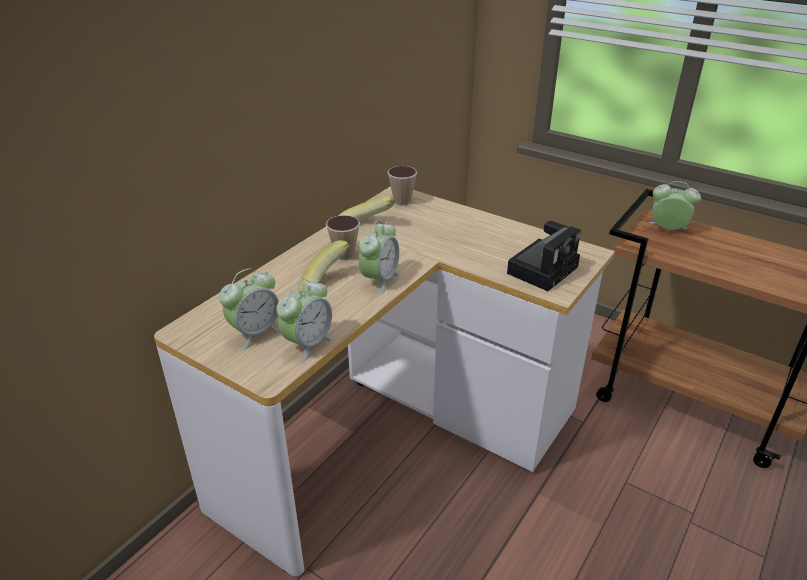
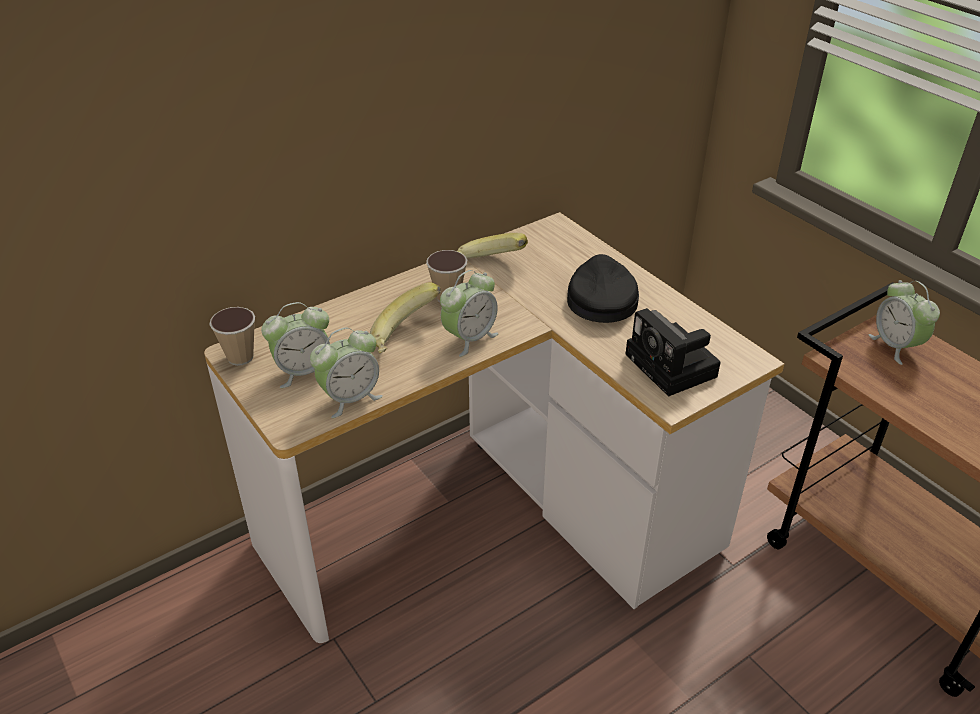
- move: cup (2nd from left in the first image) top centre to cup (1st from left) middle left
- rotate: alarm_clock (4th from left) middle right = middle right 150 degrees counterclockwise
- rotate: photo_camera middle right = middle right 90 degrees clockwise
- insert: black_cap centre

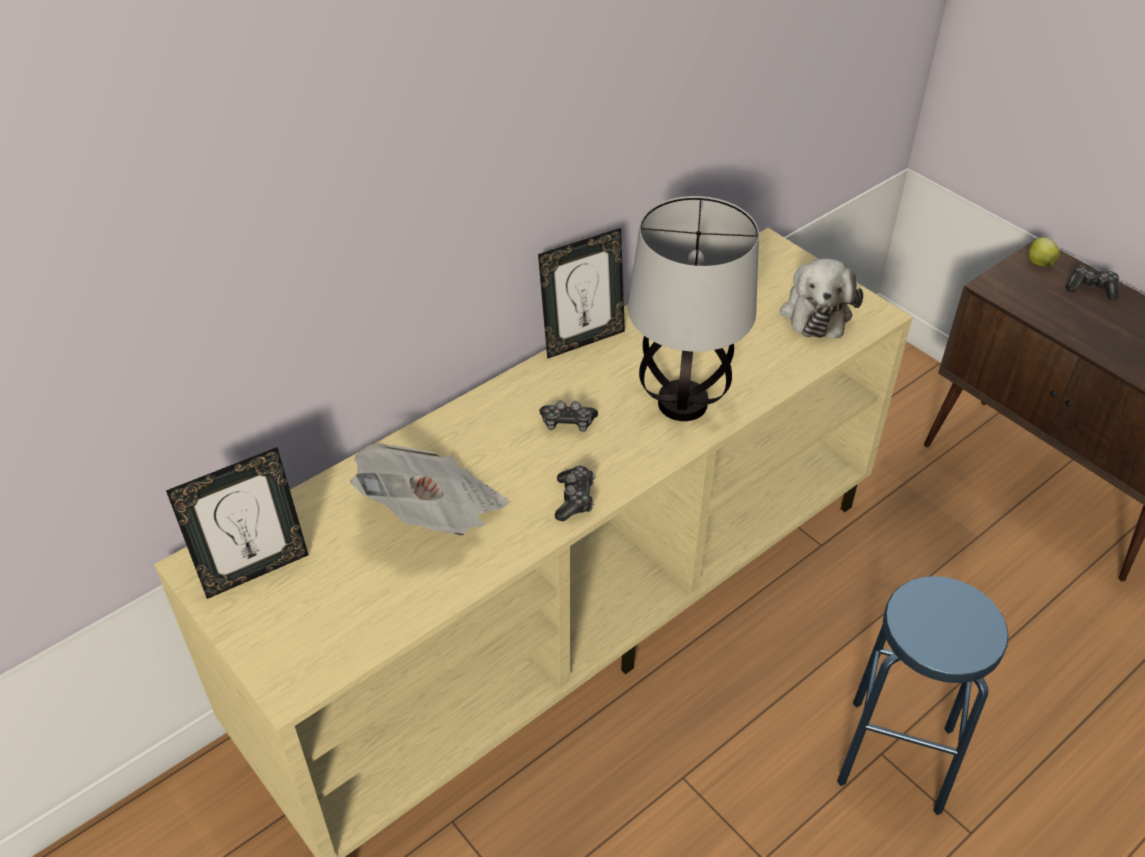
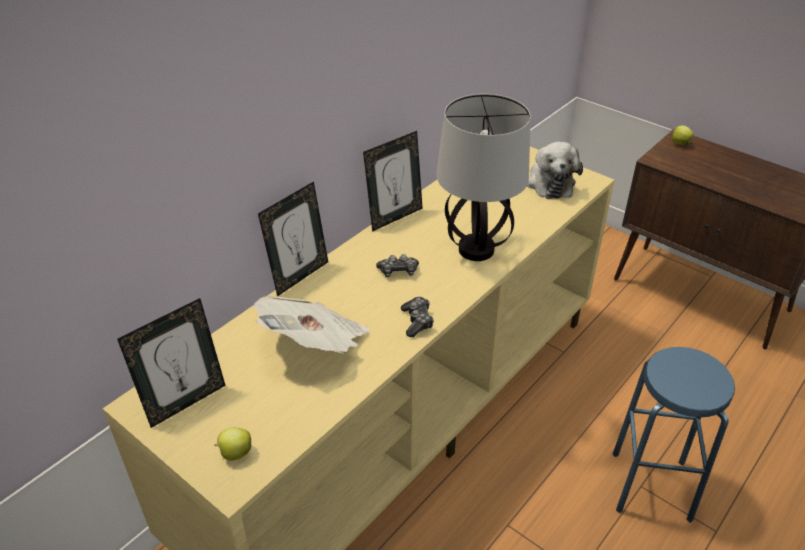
- delete: game_controller (3rd from left) top right
- insert: picture_frame (2nd from left) centre
- insert: apple (1st from left) bottom left

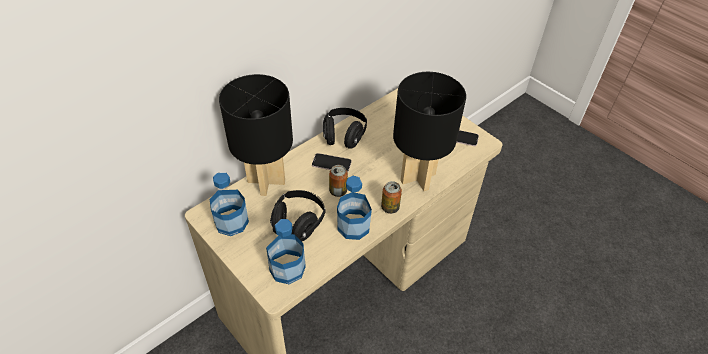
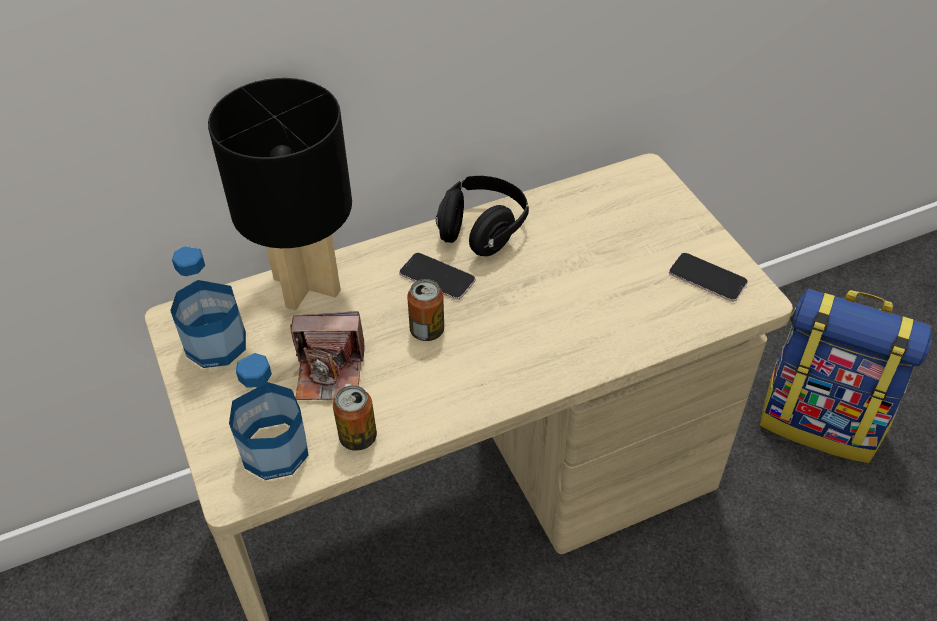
- delete: black_table_lamp (2nd from left) centre
- delete: bottle (3rd from left) centre
- move: can (2nd from left in the first image) centre to can (1st from left) bottom centre
- replace: black_headphones (1st from left) centre to photo_camera centre
- insert: backpack middle right

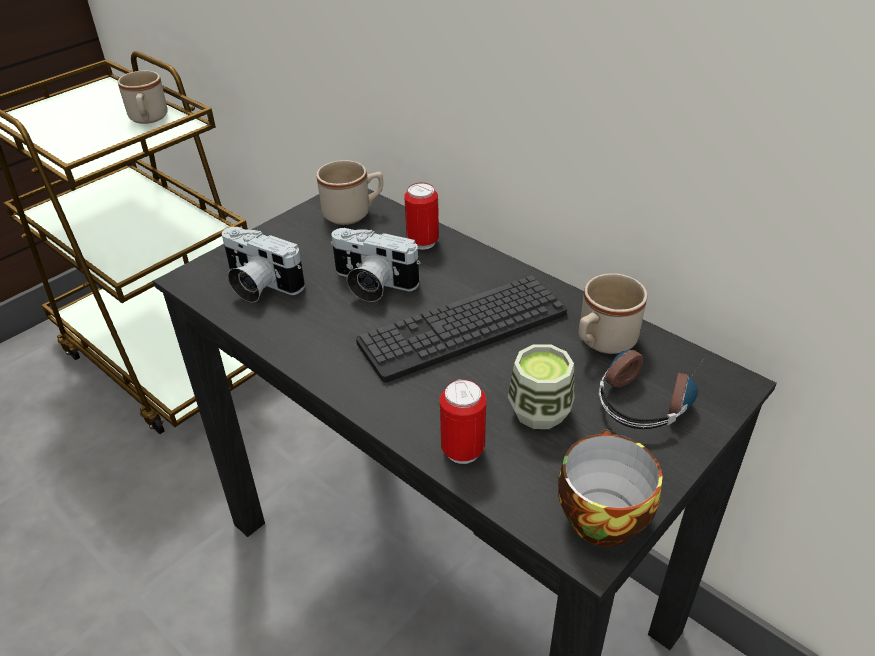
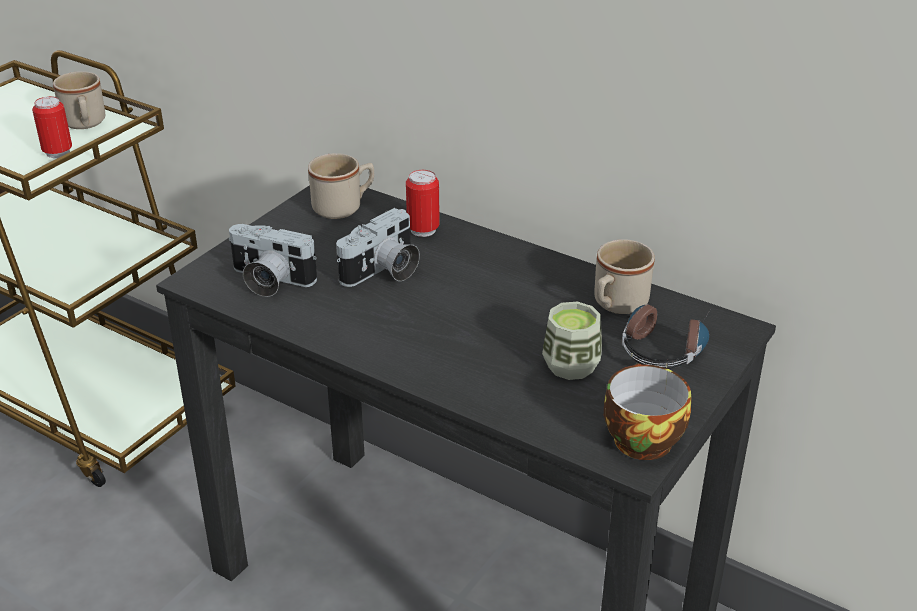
- rotate: photo_camera (2nd from left) centre = centre 60 degrees counterclockwise
- delete: keyboard centre
- move: can (2nd from left in the first image) centre to can (1st from left) top left

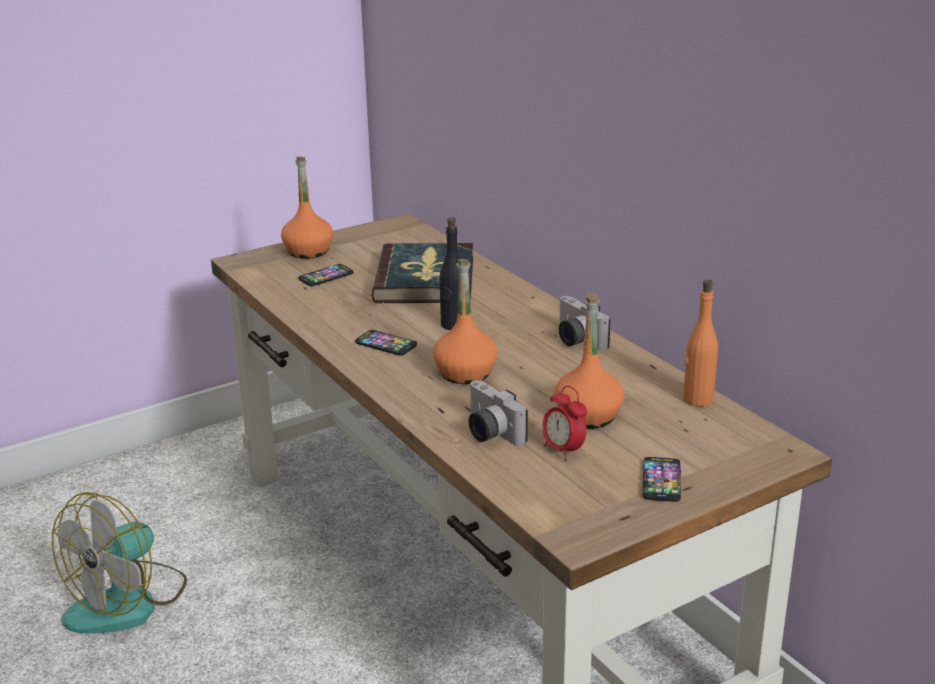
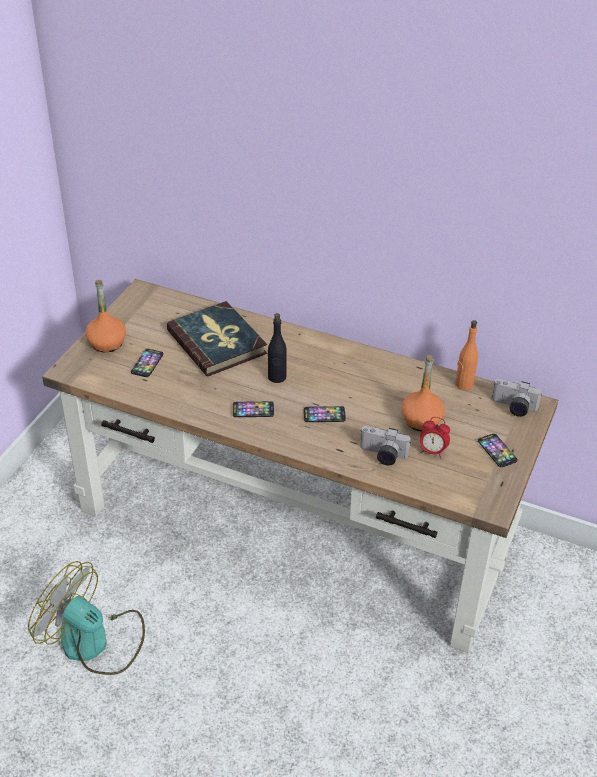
- replace: orange_bottle (2nd from left) centre to phone (3rd from left) centre
- move: photo_camera (2nd from left) centre to middle right
- rotate: fan bottom left = bottom left 120 degrees clockwise

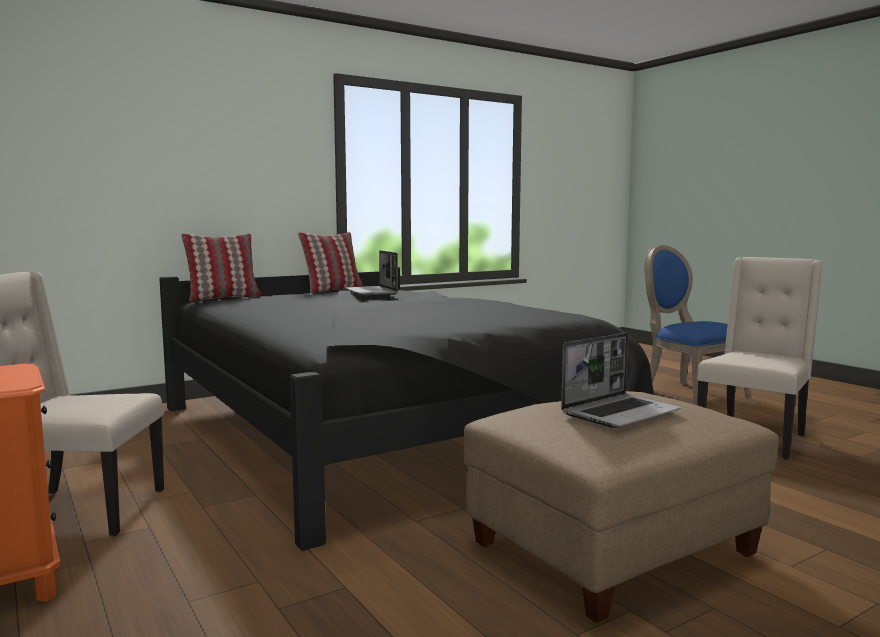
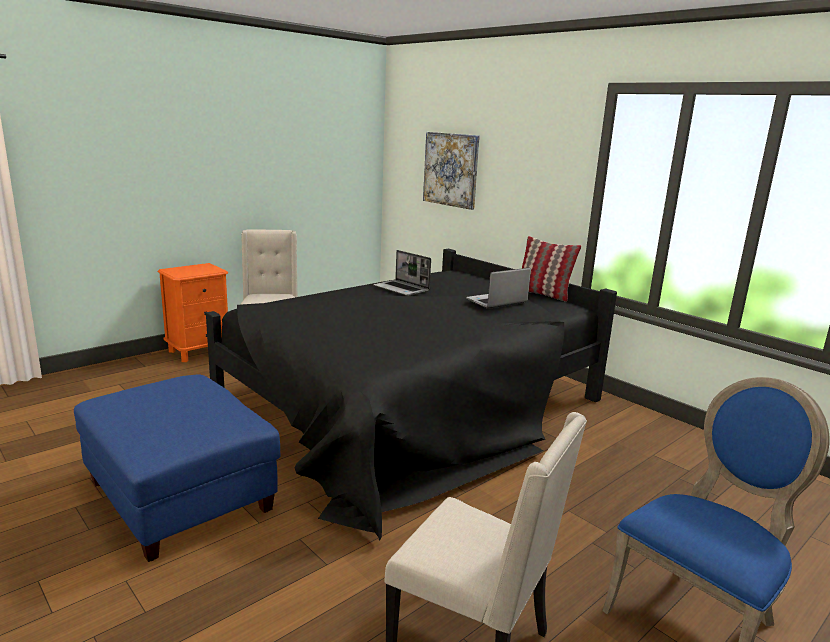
- delete: pillow (1st from left) middle left
- move: laptop (2nd from left in the first image) middle right to laptop (1st from left) centre
- recolor: beige_ottoman bottom right to blue_ottoman bottom left
- insert: picture top centre

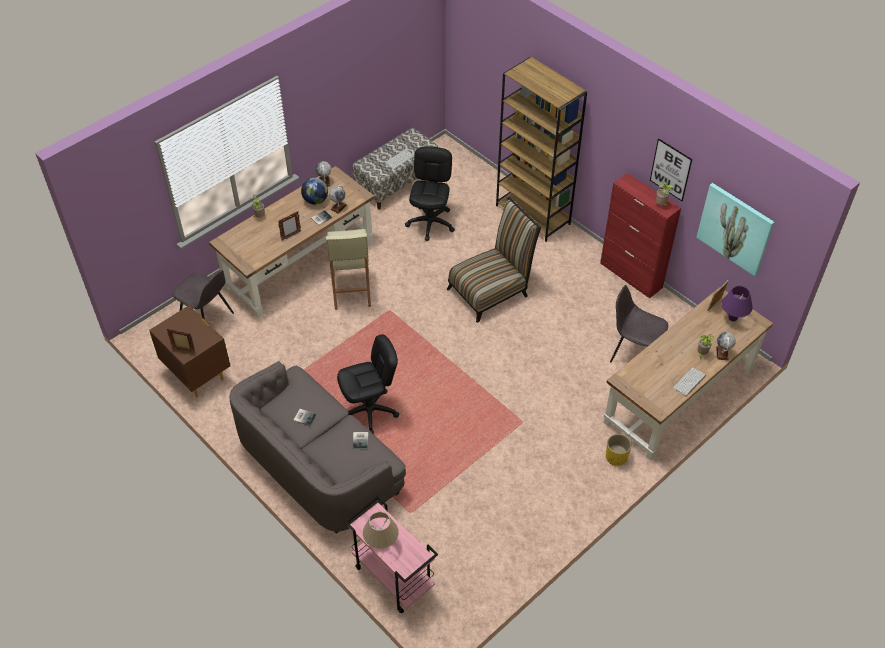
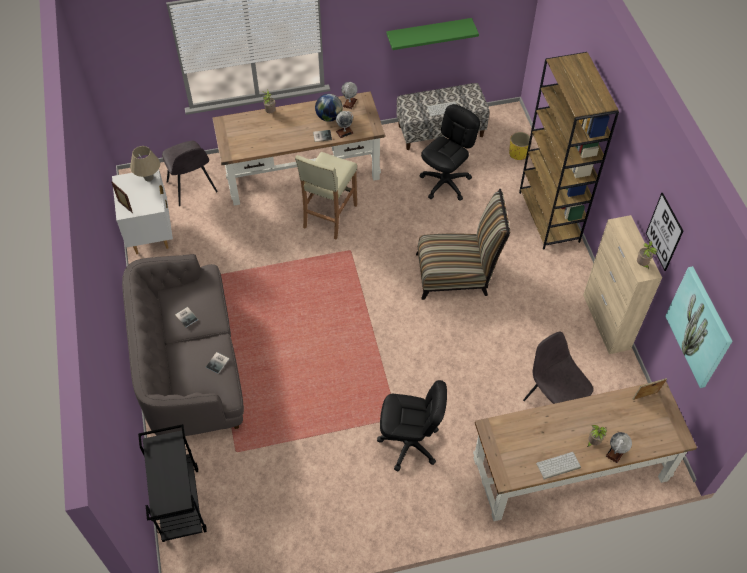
- recolor: red_cabinet middle right to beige_cabinet middle right
- delete: picture_frame (2nd from left) middle left
- delete: purple_table_lamp middle right
- recolor: brown_nightstand middle left to white_nightstand middle left
- move: black_office_chair (1st from left) centre to bottom centre
- move: yellow_planter bottom right to top right
- recolor: pink_cart bottom centre to black_cart bottom left
- move: beige_table_lamp bottom centre to top left
- insert: green_shelf top centre

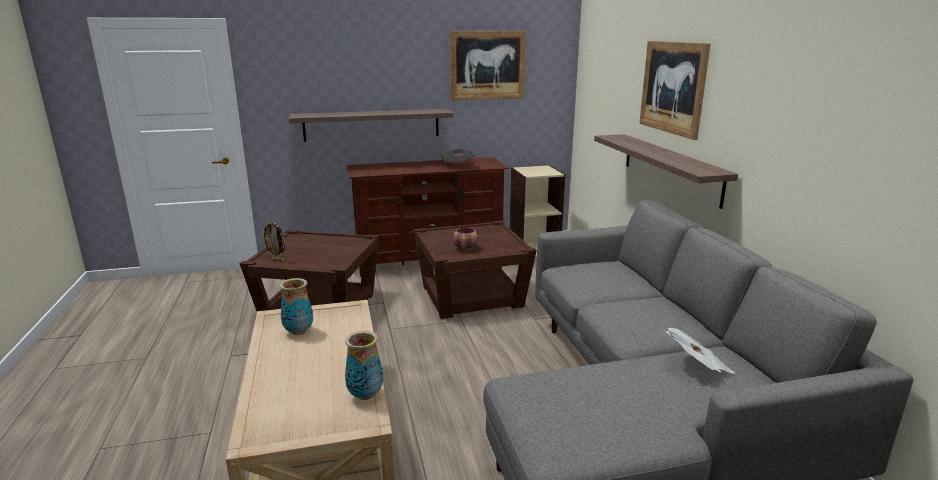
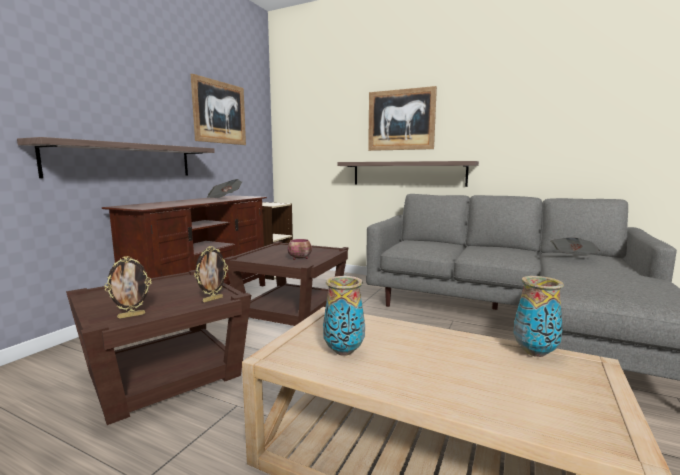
- insert: picture_frame (2nd from left) middle left

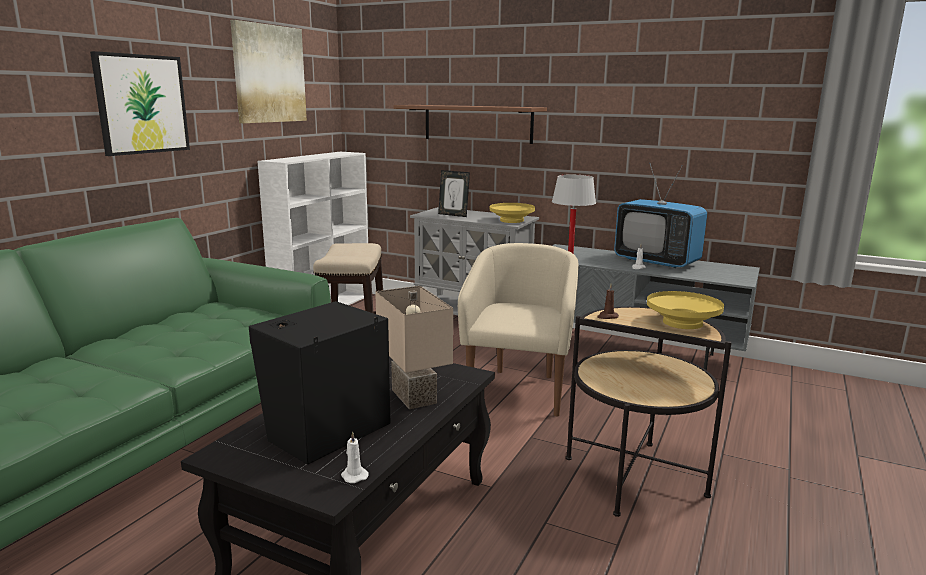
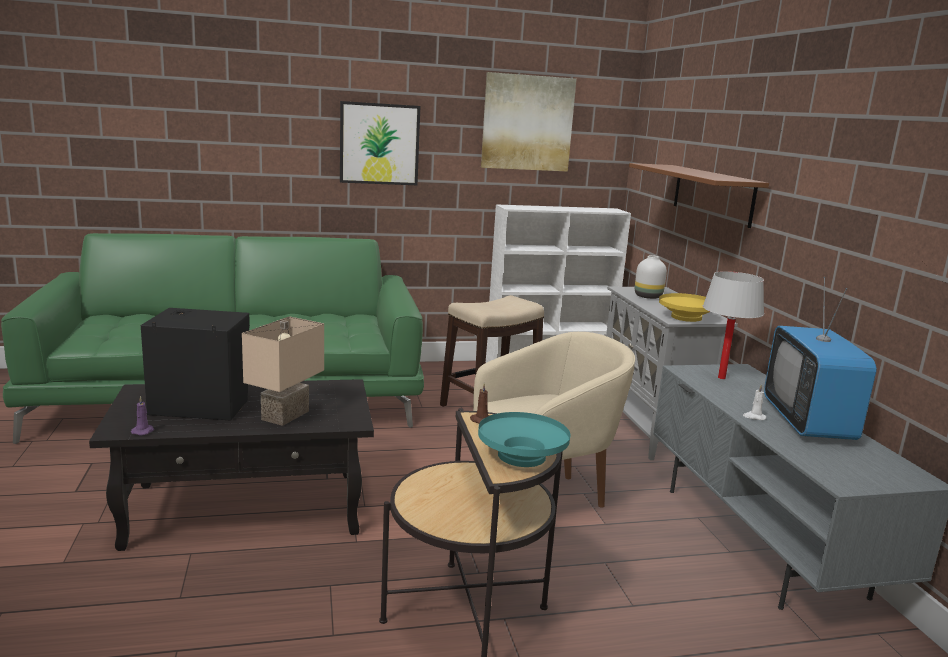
- replace: picture_frame centre to white_vase middle right
- recolor: yellow_bowl (2nd from left) middle right to turquoise_bowl bottom centre
- recolor: white_candle (1st from left) bottom centre to purple_candle middle left

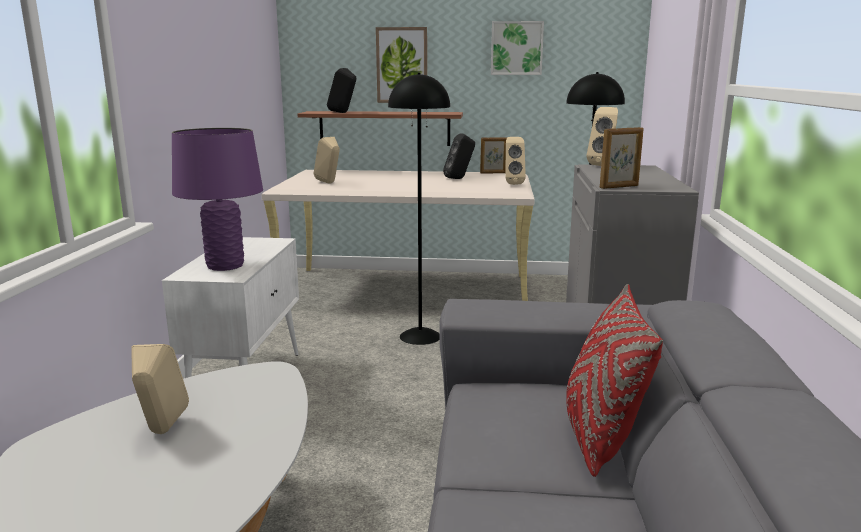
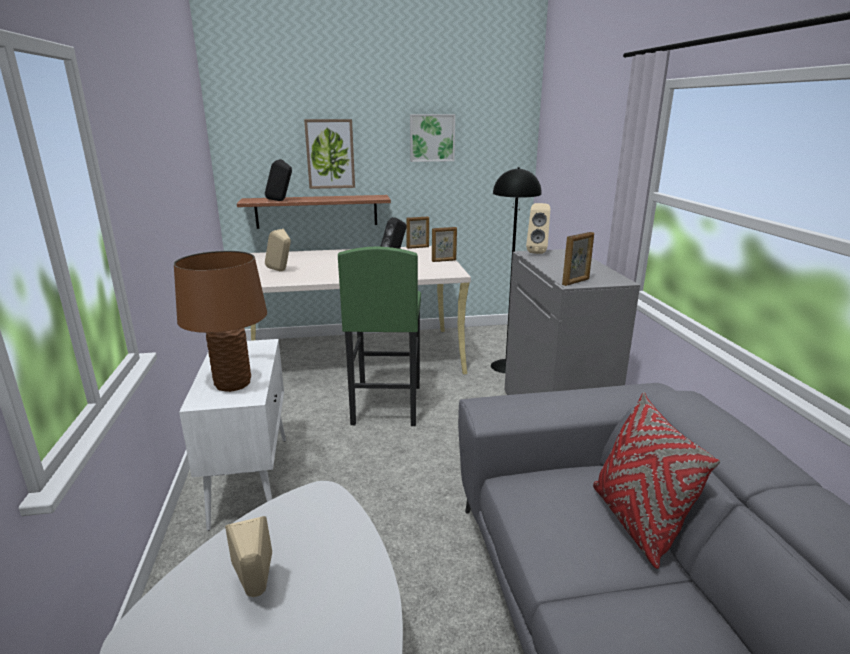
- replace: black_floor_lamp (1st from left) centre to green_stool centre
- recolor: purple_table_lamp middle left to brown_table_lamp middle left
- replace: beige_speaker (3rd from left) top centre to picture_frame (2nd from left) centre

